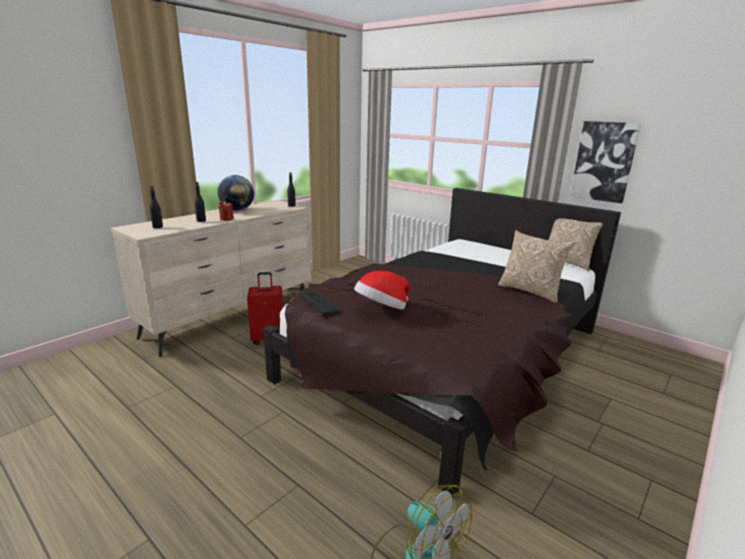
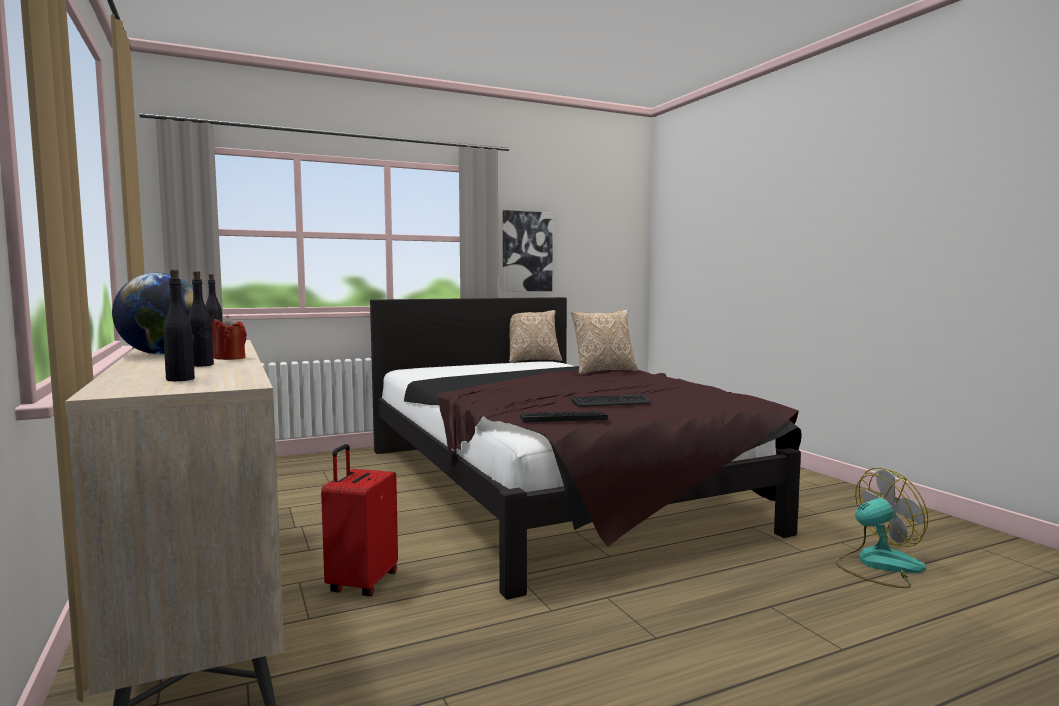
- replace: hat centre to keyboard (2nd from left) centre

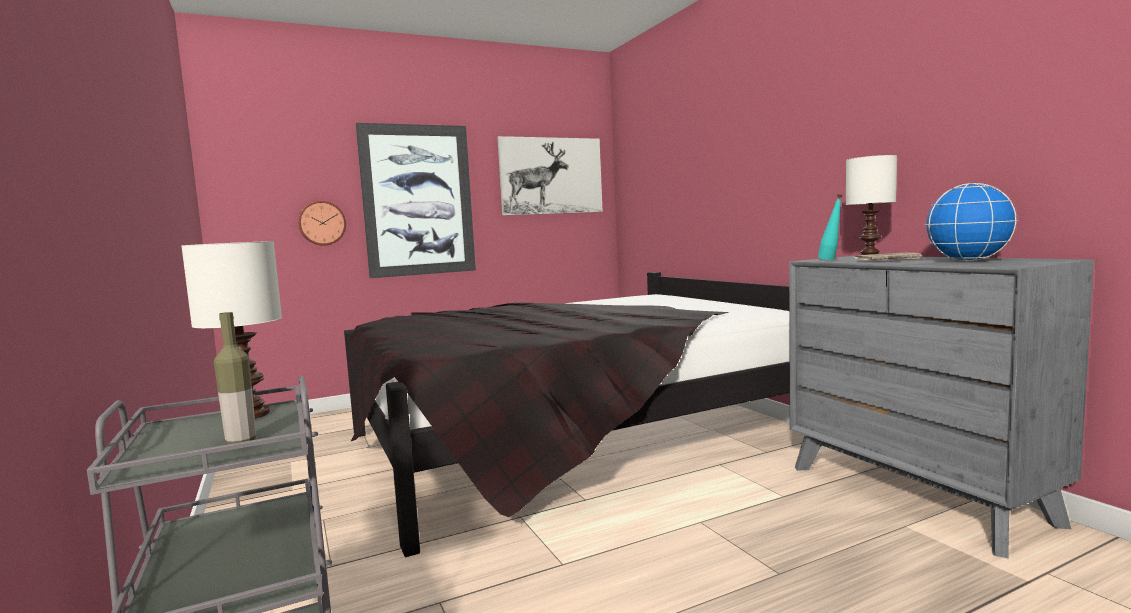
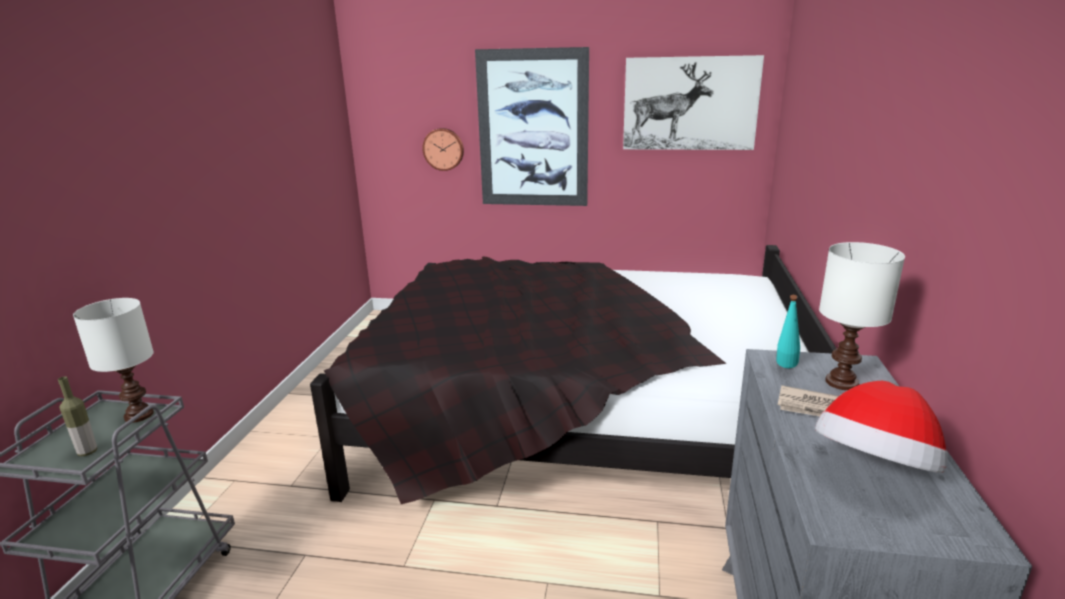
- replace: globe middle right to hat bottom right

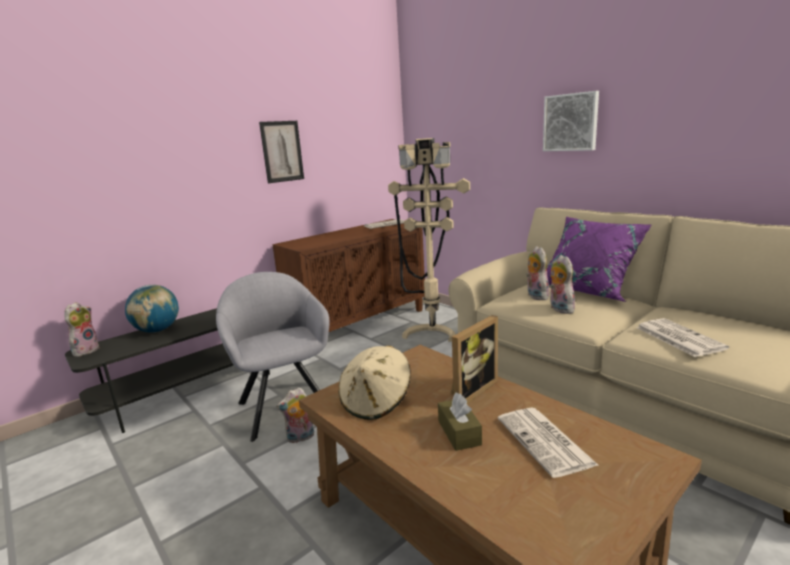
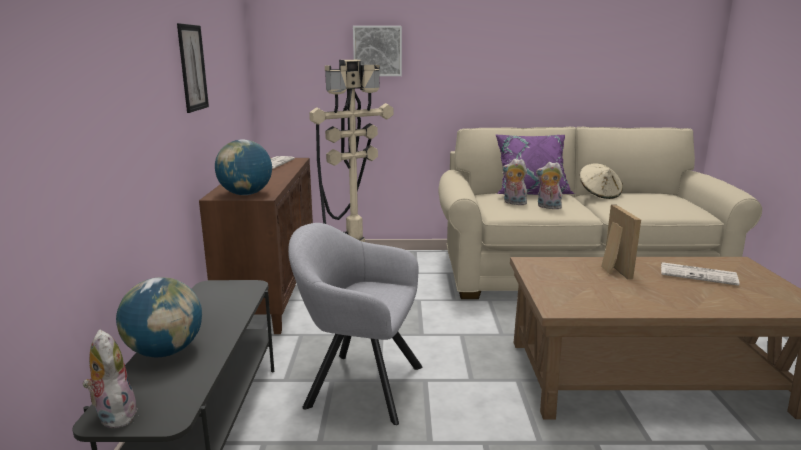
- move: picture (2nd from left) top right to top centre
- delete: newspaper (3rd from left) middle right
- move: beige_hat bottom centre to middle right
- delete: plush_toy (2nd from left) bottom centre
- delete: brown_tissue_box bottom centre
- insert: globe (2nd from left) middle left

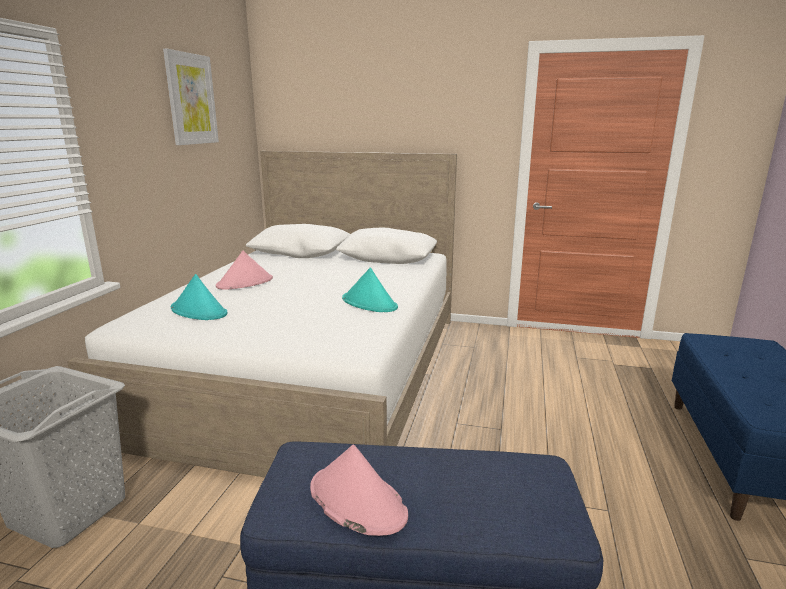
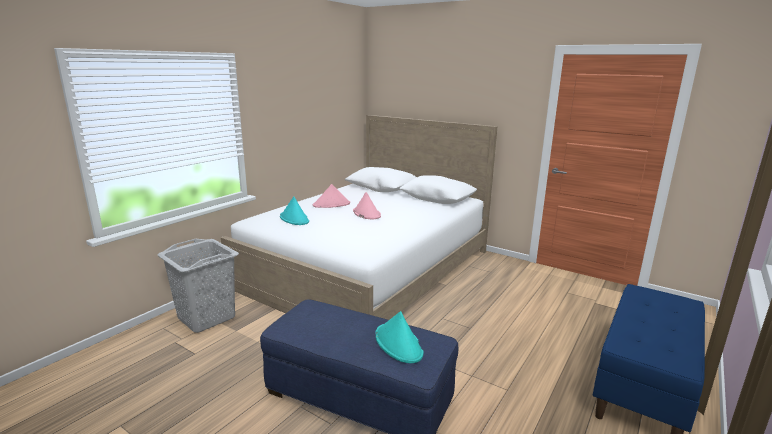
- delete: picture top left
- move: turquoise_hat (2nd from left) centre to bottom centre
- move: pink_hat (2nd from left) bottom centre to centre

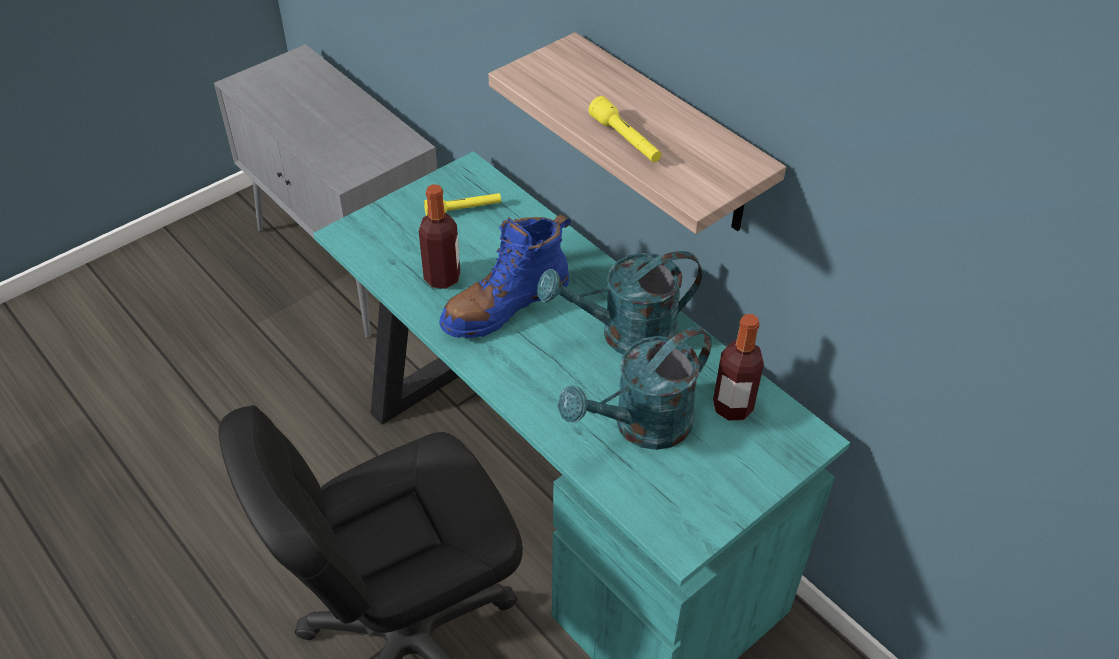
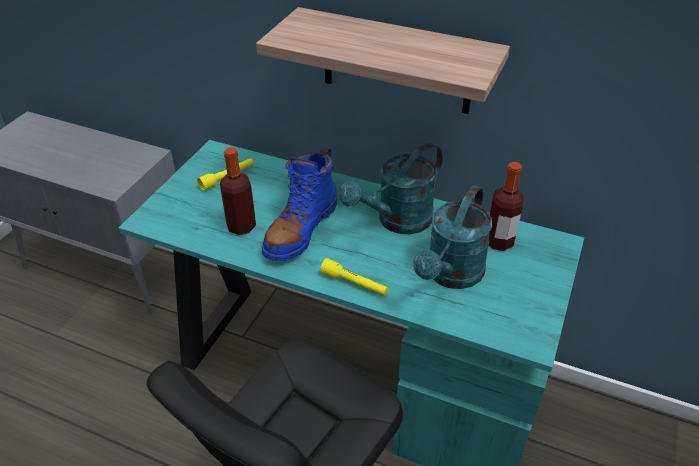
- move: yellow_flashlight (2nd from left) top centre to centre

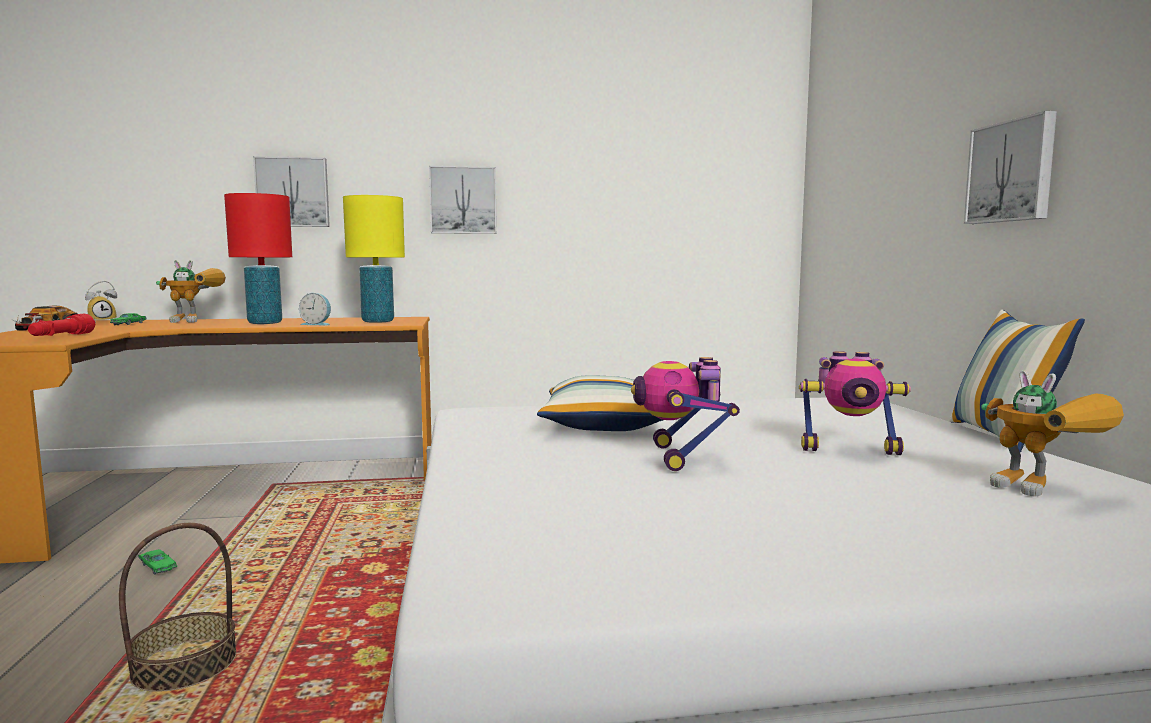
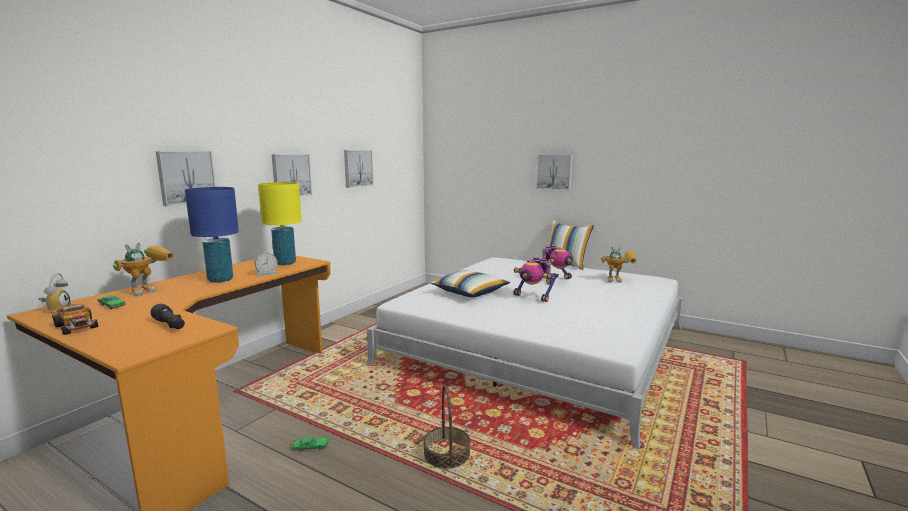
- recolor: red_table_lamp middle left to blue_table_lamp middle left
- recolor: red_flashlight middle left to black_flashlight middle left
- insert: picture (3rd from left) top centre

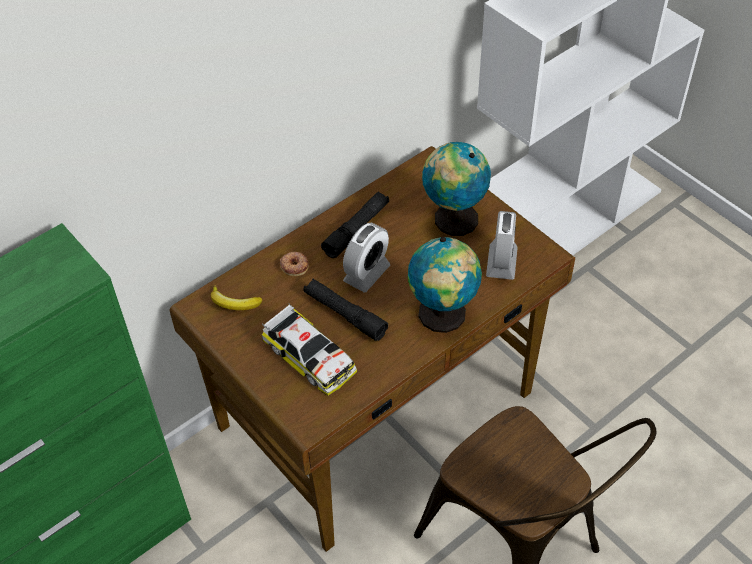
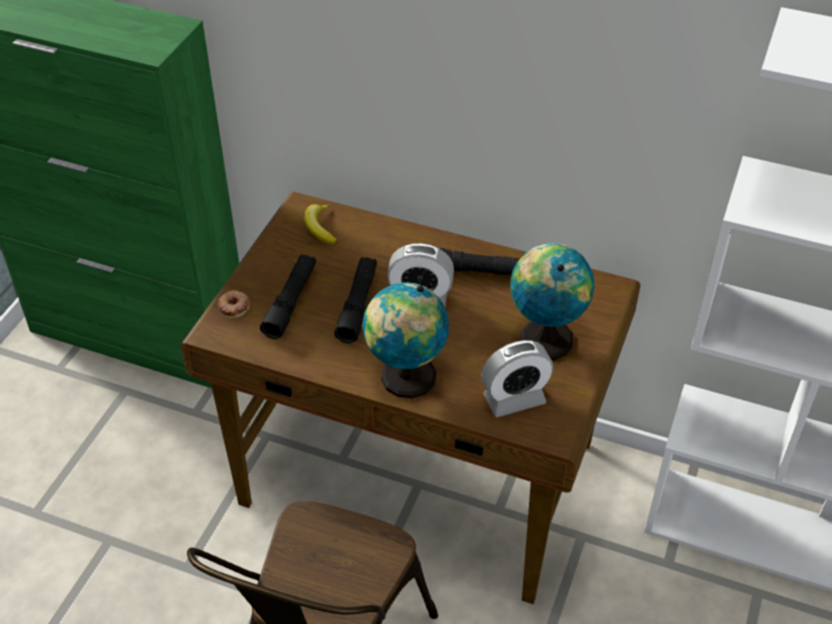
- move: donut centre to middle left
- replace: toy_car centre to black_flashlight (1st from left) centre

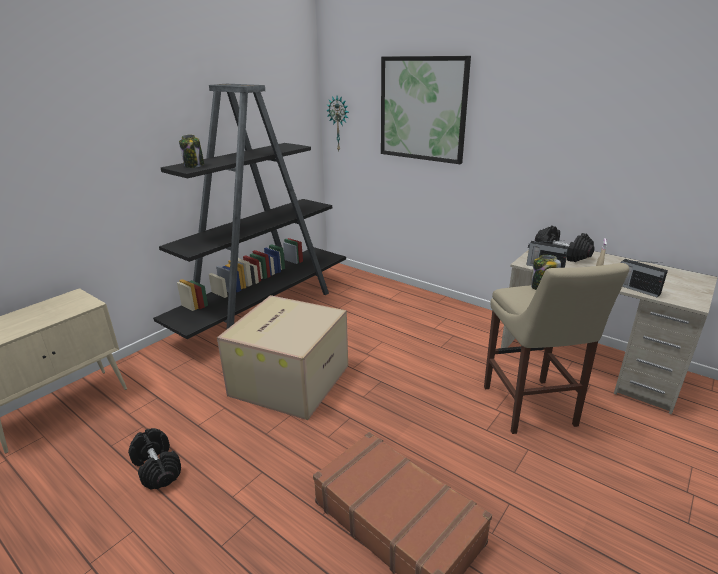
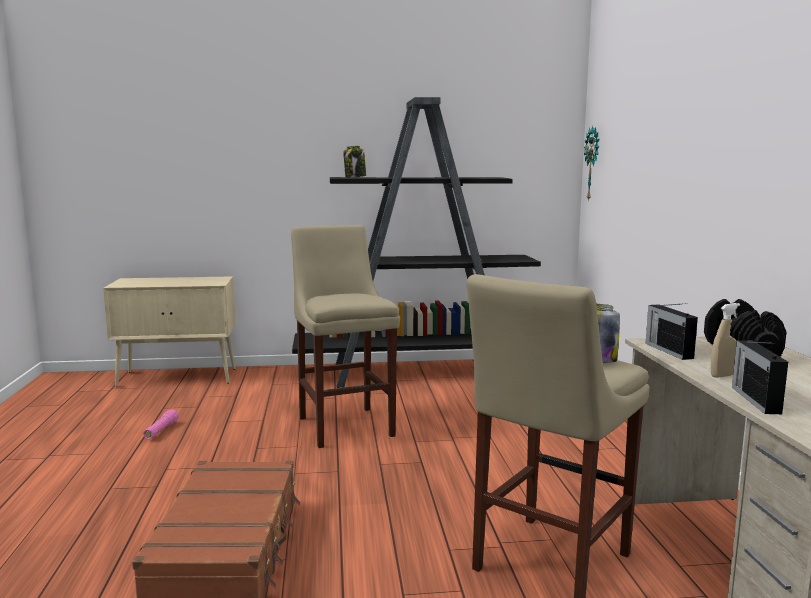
- delete: picture top centre
- replace: cardboard_box centre to beige_stool (1st from left) centre
- replace: black_dumbbell (1st from left) bottom left to pink_flashlight bottom left

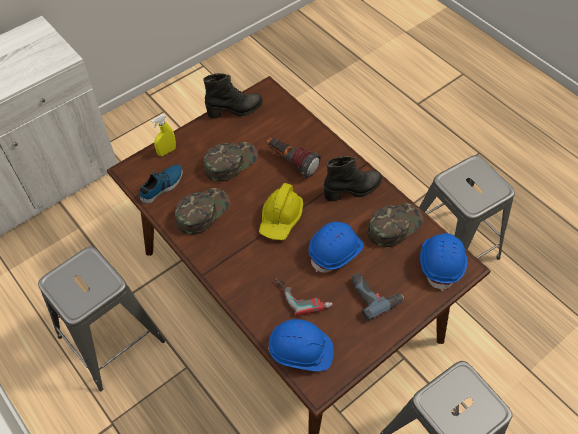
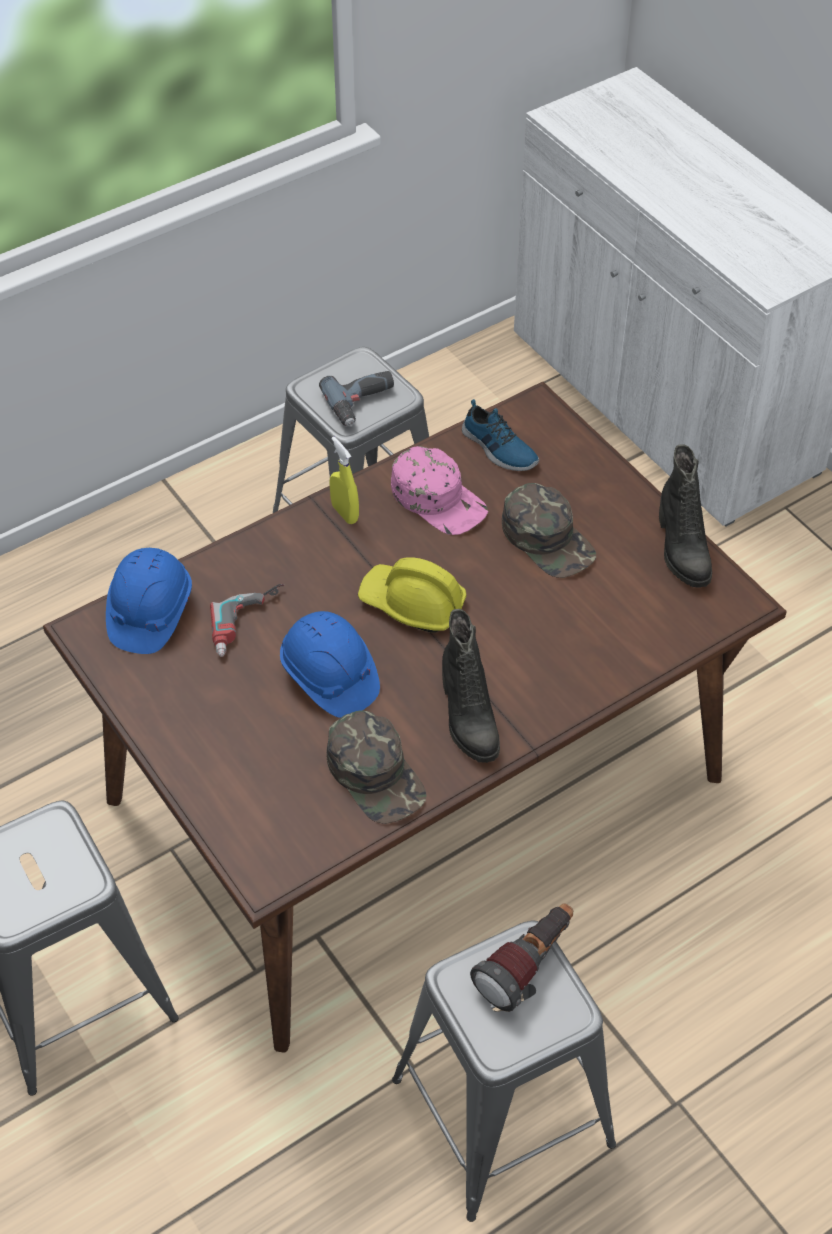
- move: yellow_spray_bottle top left to centre
- move: flashlight centre to bottom centre
- recolor: green_cap (1st from left) centre to pink_cap centre
- delete: blue_hard_hat (3rd from left) middle right
- move: power_drill (2nd from left) bottom centre to top centre

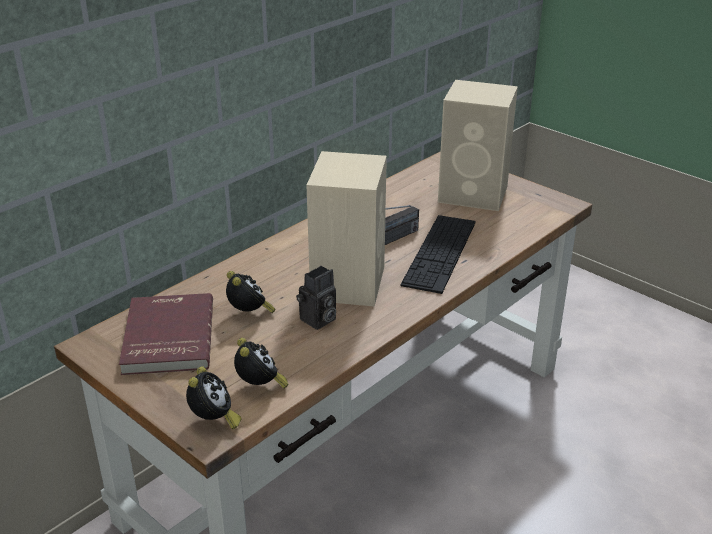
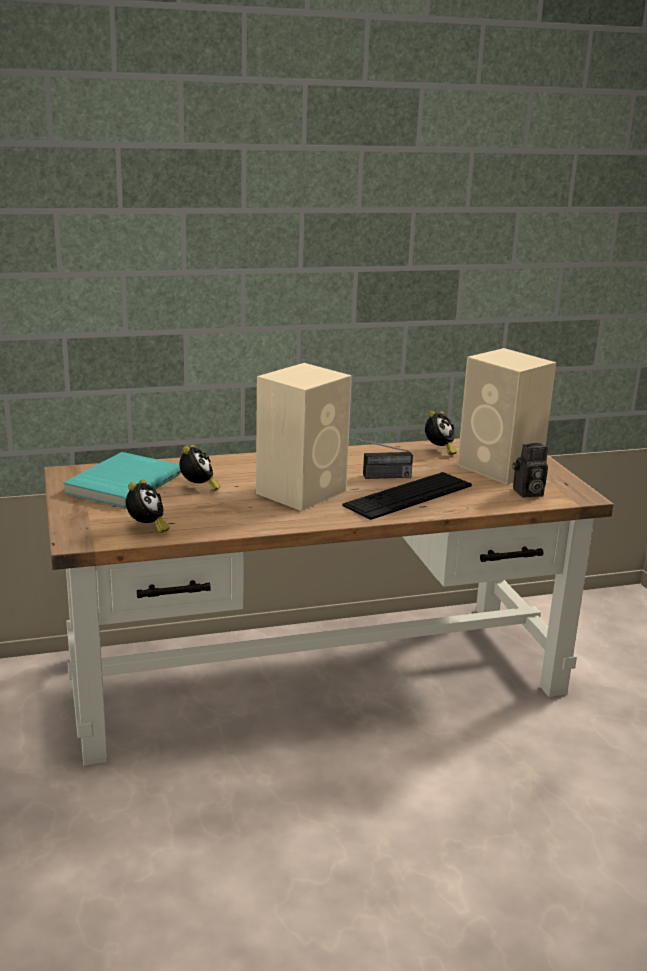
- move: photo_camera centre to middle right
- recolor: red_book middle left to turquoise_book middle left
- move: alarm_clock (1st from left in the first image) bottom left to alarm_clock (3rd from left) middle right

